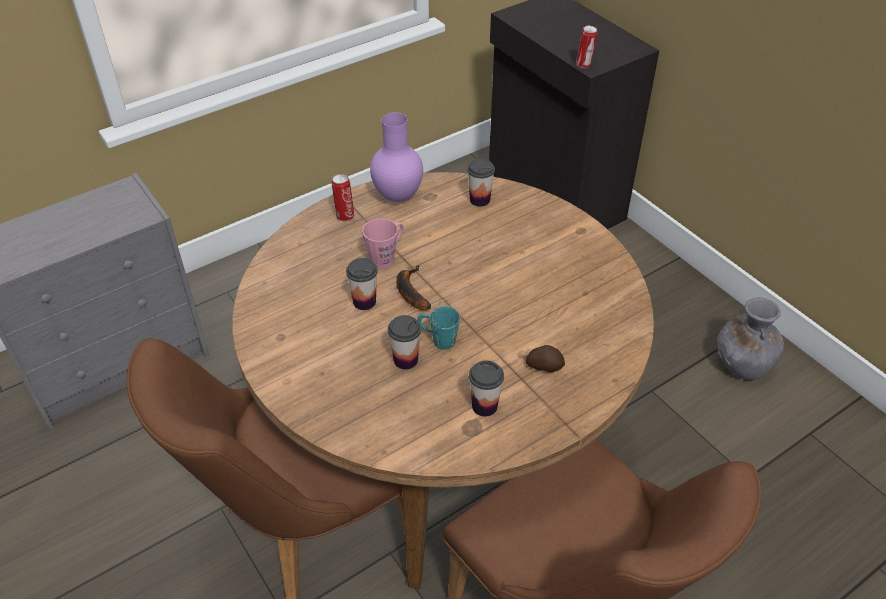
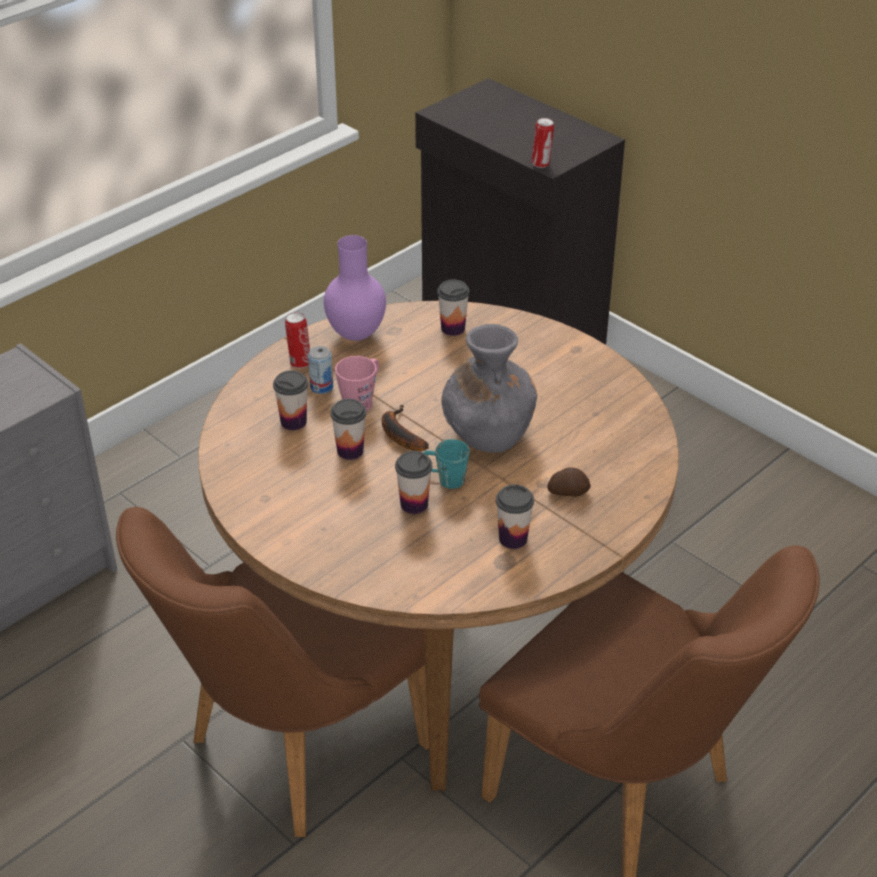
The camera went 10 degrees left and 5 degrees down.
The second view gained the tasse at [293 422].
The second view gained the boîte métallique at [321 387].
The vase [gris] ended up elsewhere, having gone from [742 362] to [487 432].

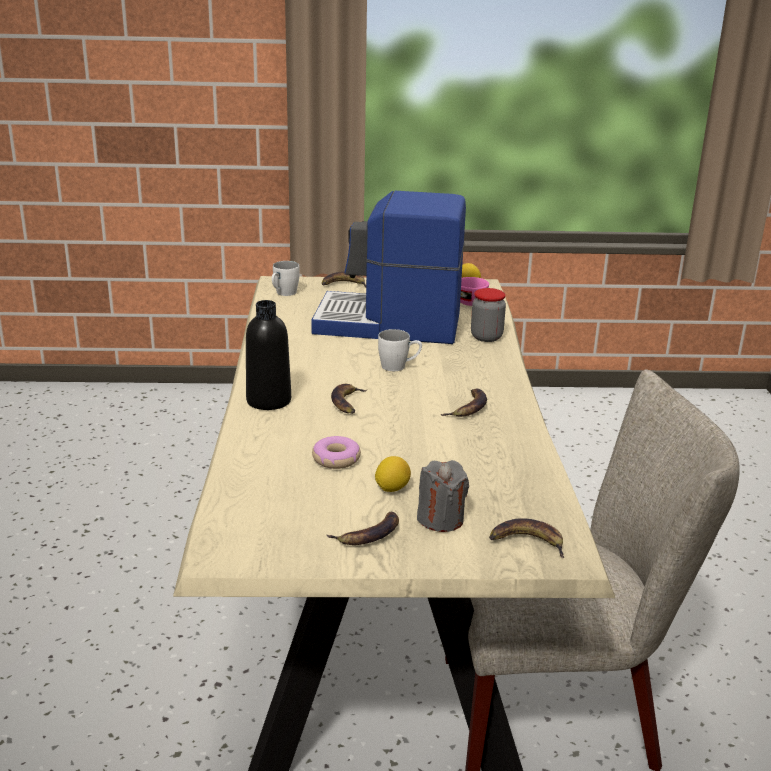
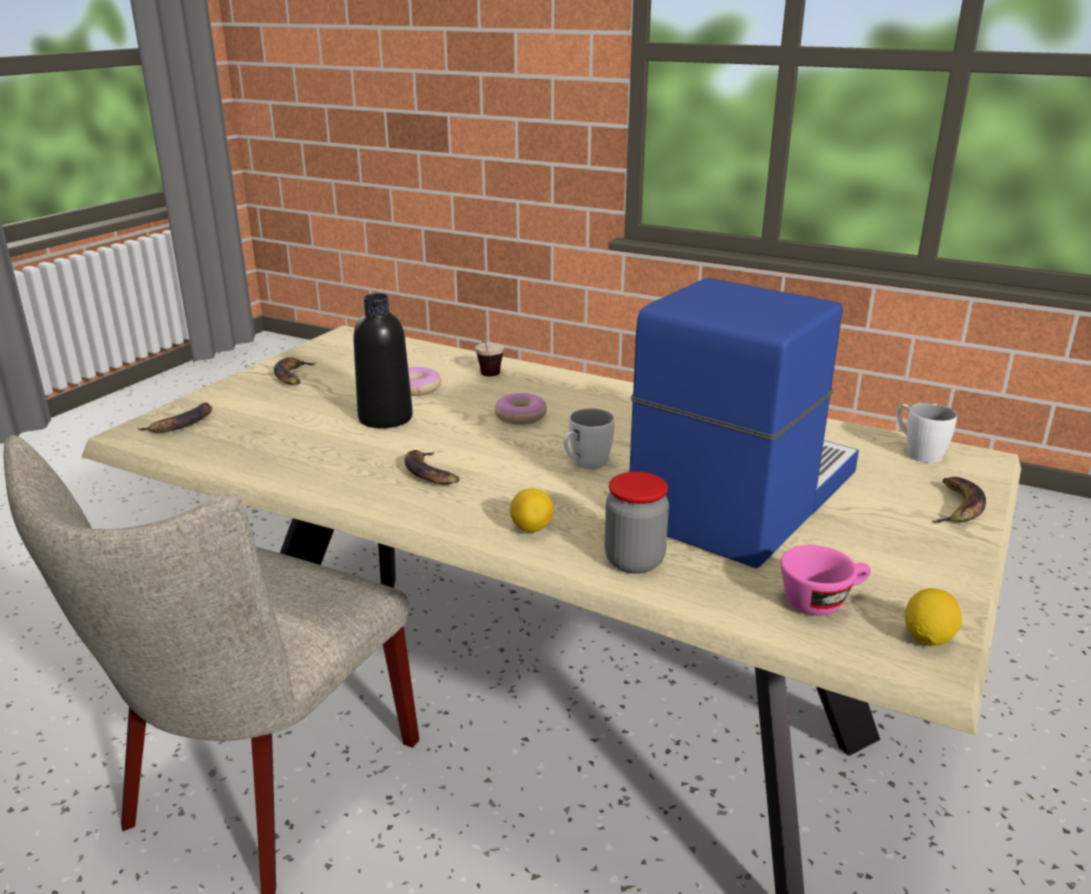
The camera went 120 degrees right and 0 degrees up.
The second view lost the bougie [gris] at [441 519].
The second view gained the tasse at [488 378].
The bouteille [noir] ended up elsewhere, having gone from [268 401] to [385 418].
The citron ended up elsewhere, having gone from [392 488] to [531 529].
Where the banane stood at [348 403], the beignet came to stand at [520 416].

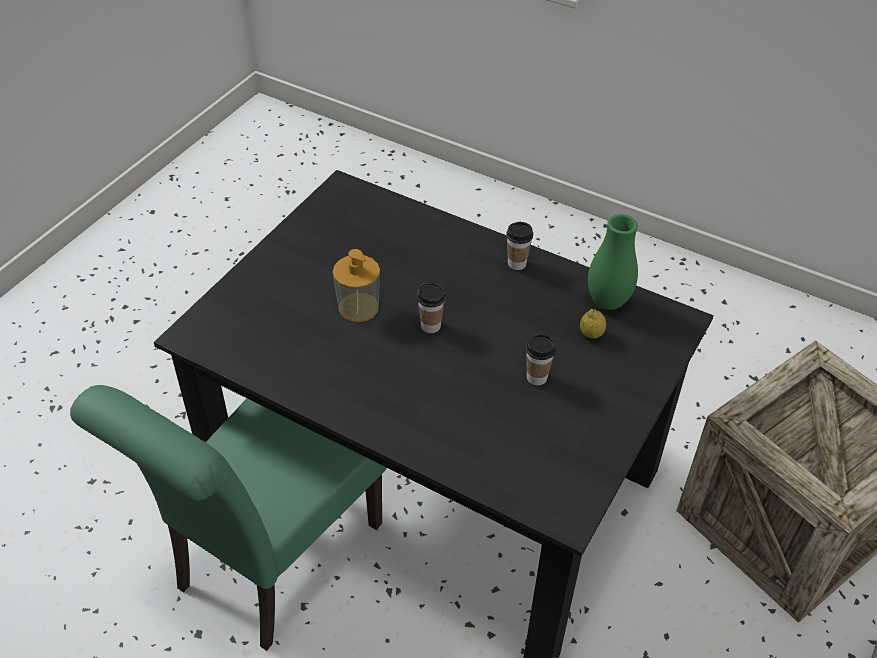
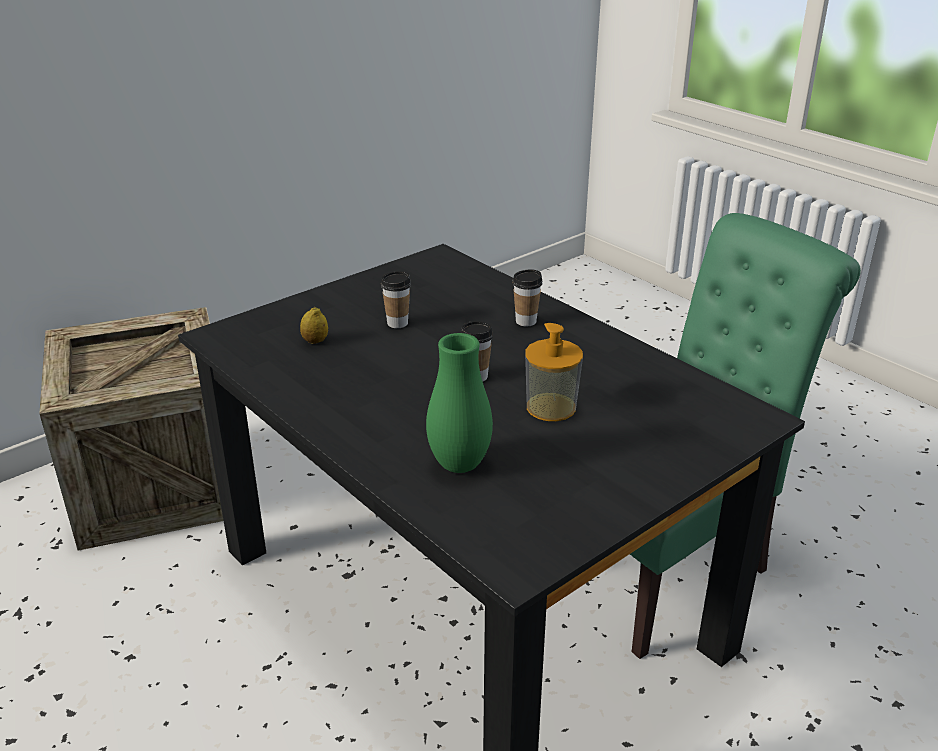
The camera went 160 degrees left and 15 degrees down.
The tasse ended up elsewhere, having gone from [517 263] to [526 321].
The vase [vert] ended up elsewhere, having gone from [607 302] to [459 464].

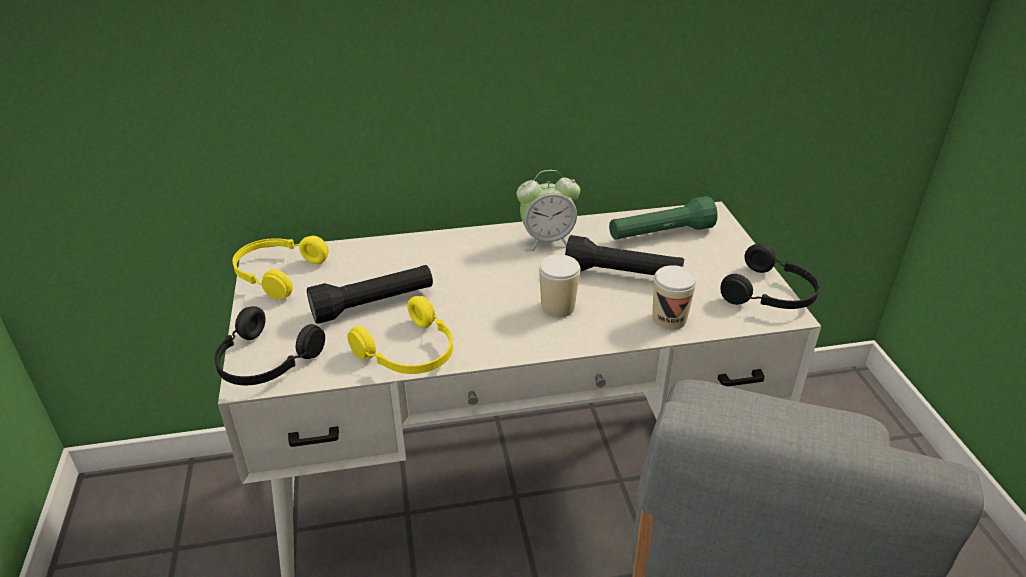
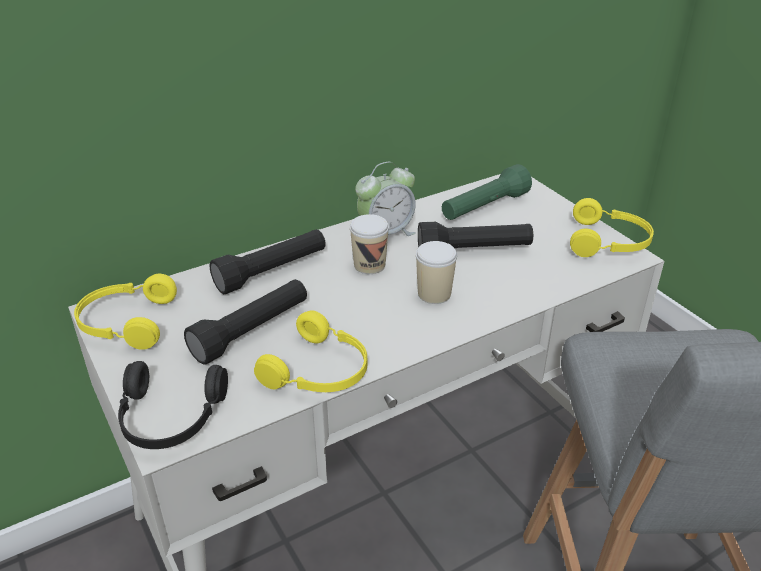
The camera went 20 degrees left and 0 degrees up.
The second view gained the lampe de poche [noir] at [272 272].
The tasse ended up elsewhere, having gone from [669 319] to [369 265].
What was the casque audio [noir] at [771 294] turned into the casque audio [jaune] at [609 242].

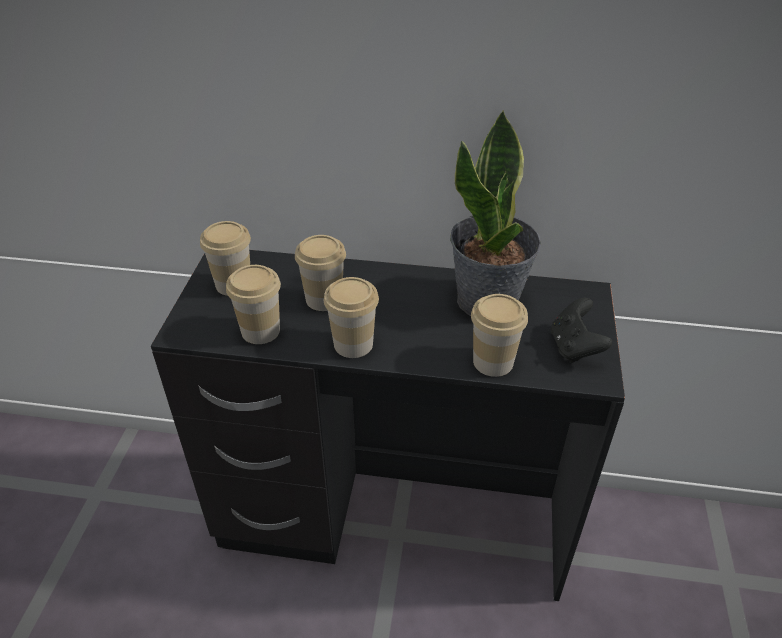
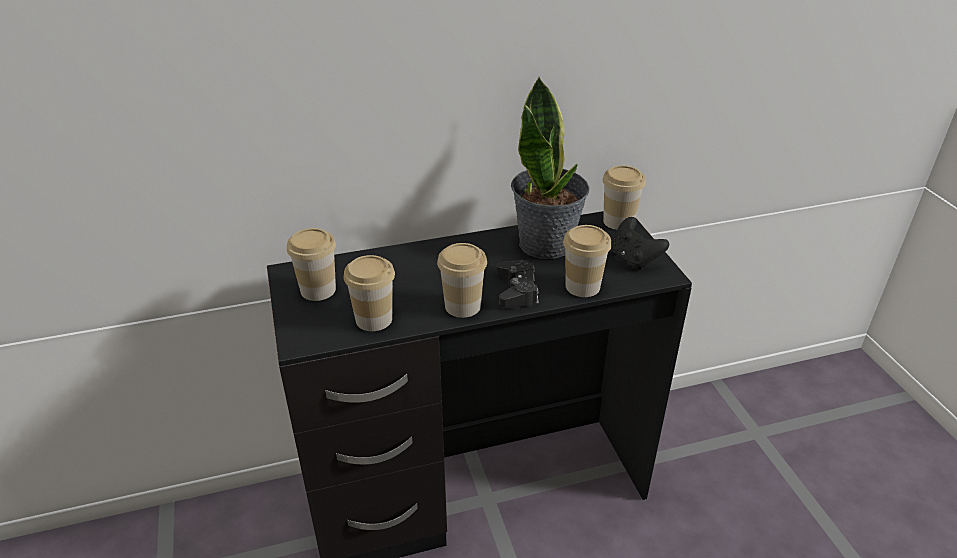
The camera went 25 degrees left and 5 degrees down.
The second view gained the manette [noir] at [516 290].
The tasse ended up elsewhere, having gone from [324 299] to [618 221].

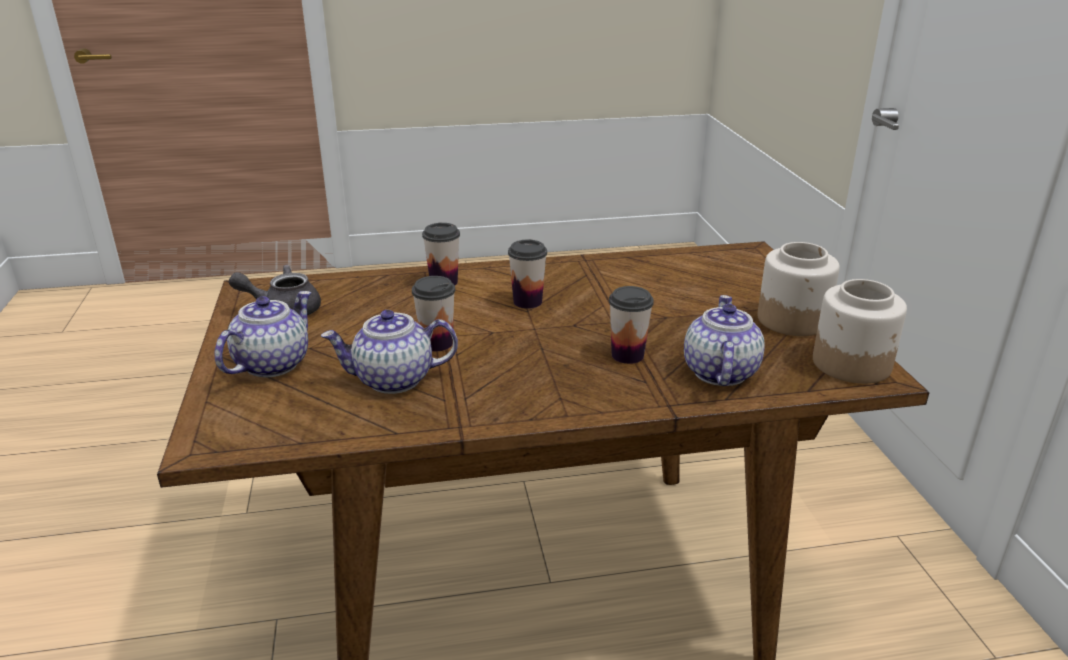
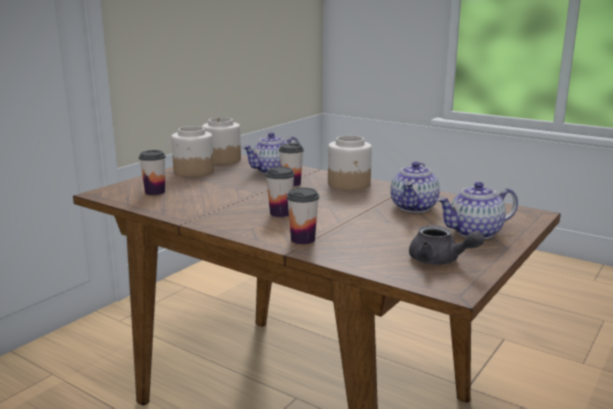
The camera went 135 degrees left and 10 degrees down.
The second view gained the bocal at [349 184].
The tasse ended up elsewhere, having gone from [437 343] to [155 192].
The théière at [393 380] ended up facing another way, 75 degrees clockwise from before.

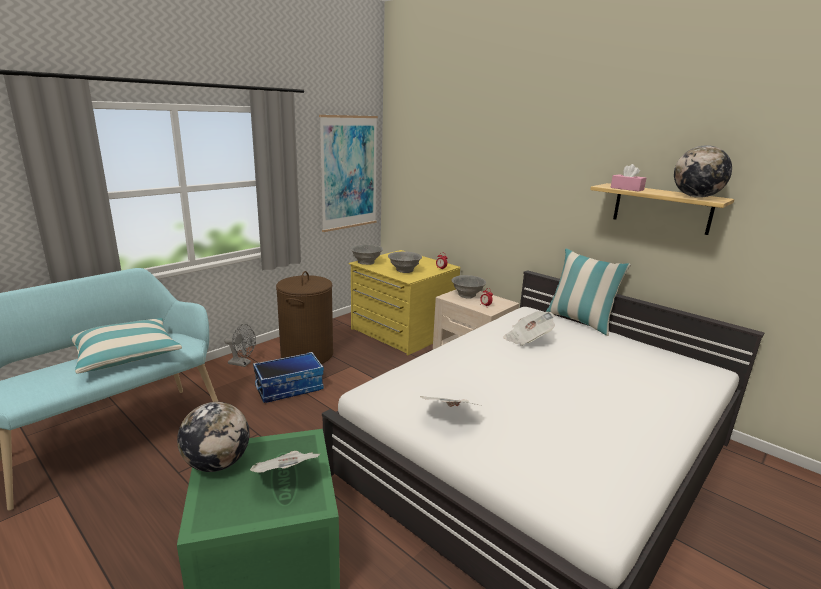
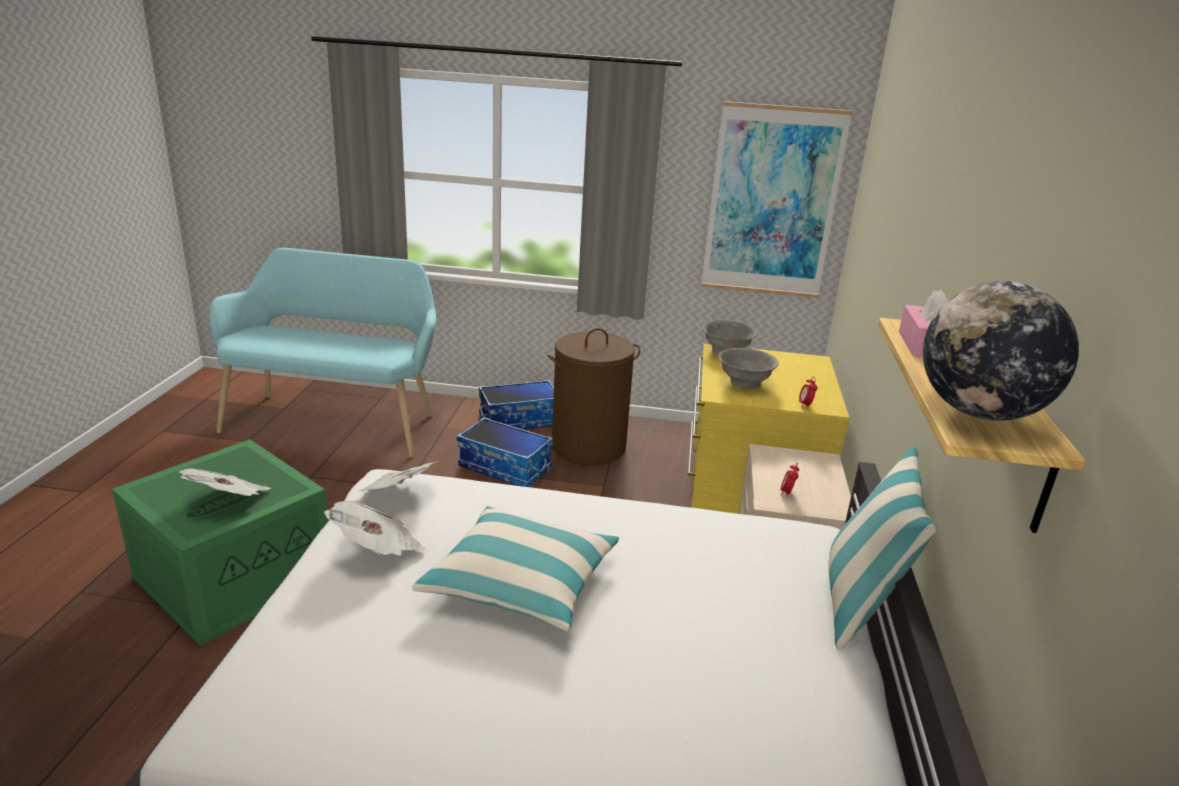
The camera went 55 degrees right and 5 degrees up.
The second view lost the globe at [217 463].
The second view lost the bol [gris] at [467 295].
The coussin ended up elsewhere, having gone from [126 355] to [521 583].
The journal ended up elsewhere, having gone from [527 339] to [398 494].
Where the ventilateur [gris] stood at [243 363], the boîte de rangement came to stand at [519 420].

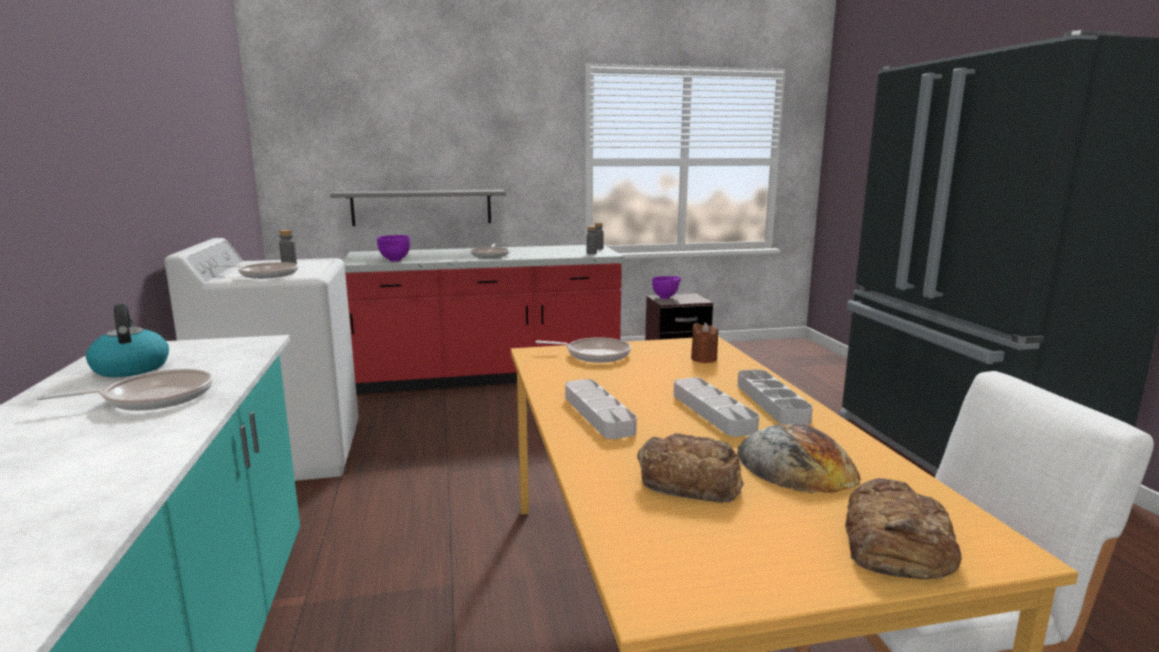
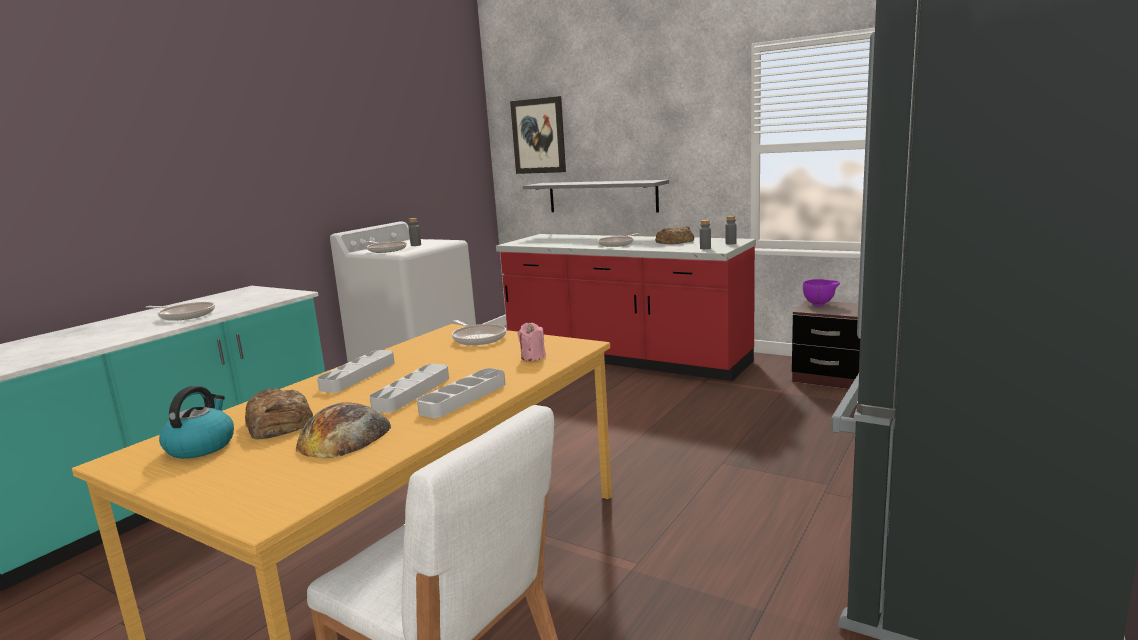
The camera went 45 degrees right and 0 degrees up.
The second view lost the bol [violet] at [394 261].
The second view gained the tableau at [538 136].
The bouilloire ended up elsewhere, having gone from [131 368] to [201 446].
The pain ended up elsewhere, having gone from [895 543] to [675 241].
What was the bougie [marron] at [704 359] turned into the bougie [rose] at [533 357].

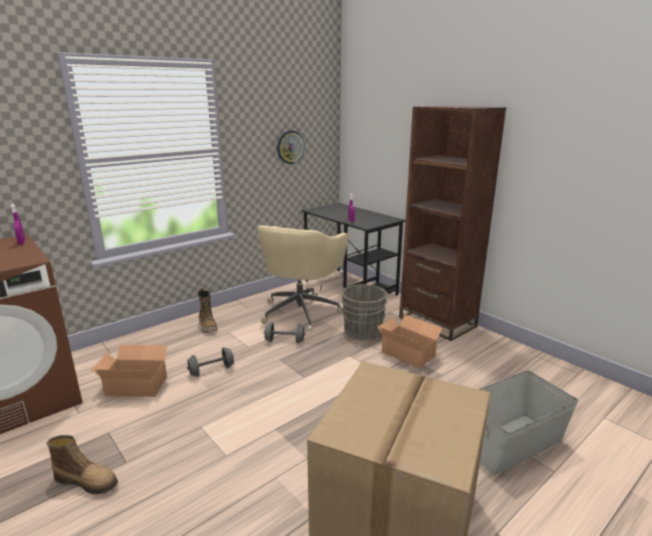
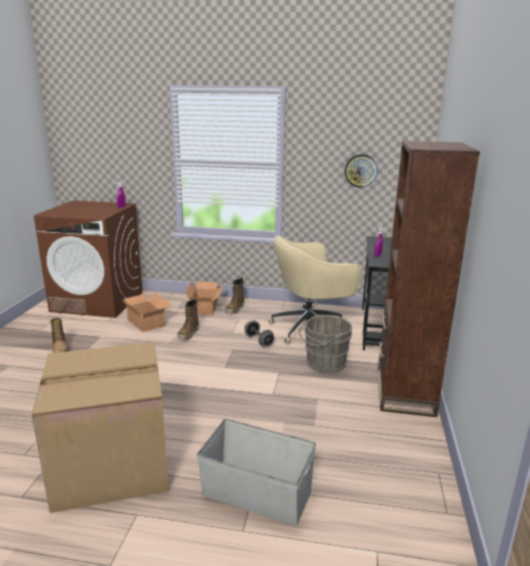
The camera went 50 degrees right and 0 degrees up.
The carton ended up elsewhere, having gone from [408 352] to [206 307].
Where the haltère [gris] stood at [211 370], the botte came to stand at [189 334].

